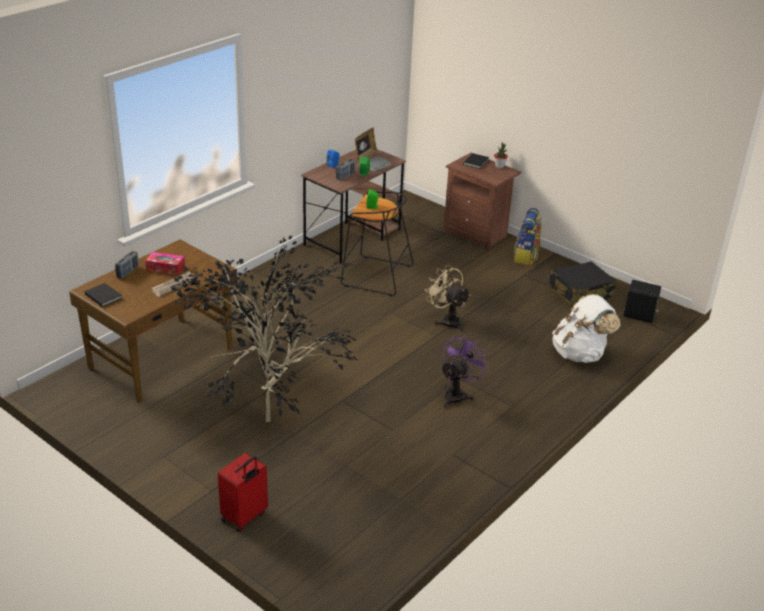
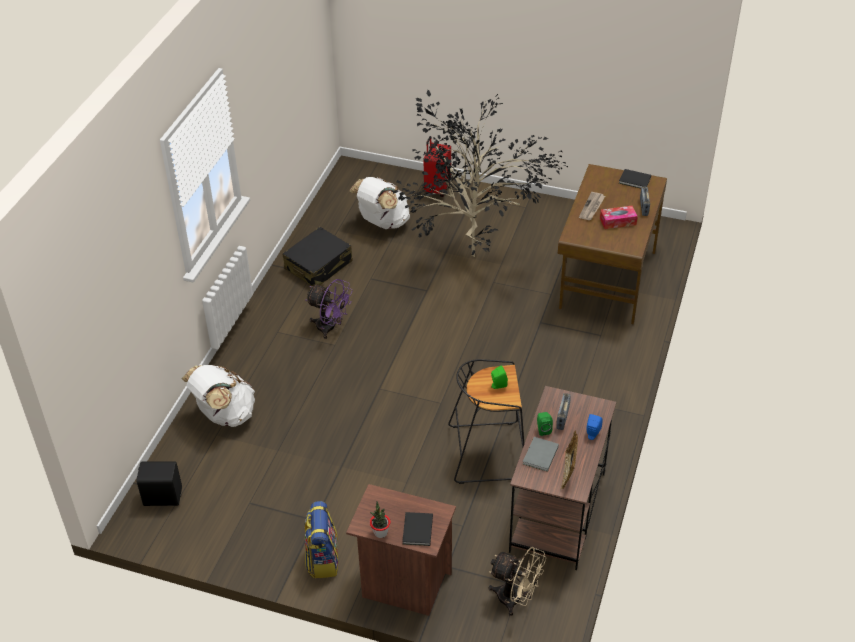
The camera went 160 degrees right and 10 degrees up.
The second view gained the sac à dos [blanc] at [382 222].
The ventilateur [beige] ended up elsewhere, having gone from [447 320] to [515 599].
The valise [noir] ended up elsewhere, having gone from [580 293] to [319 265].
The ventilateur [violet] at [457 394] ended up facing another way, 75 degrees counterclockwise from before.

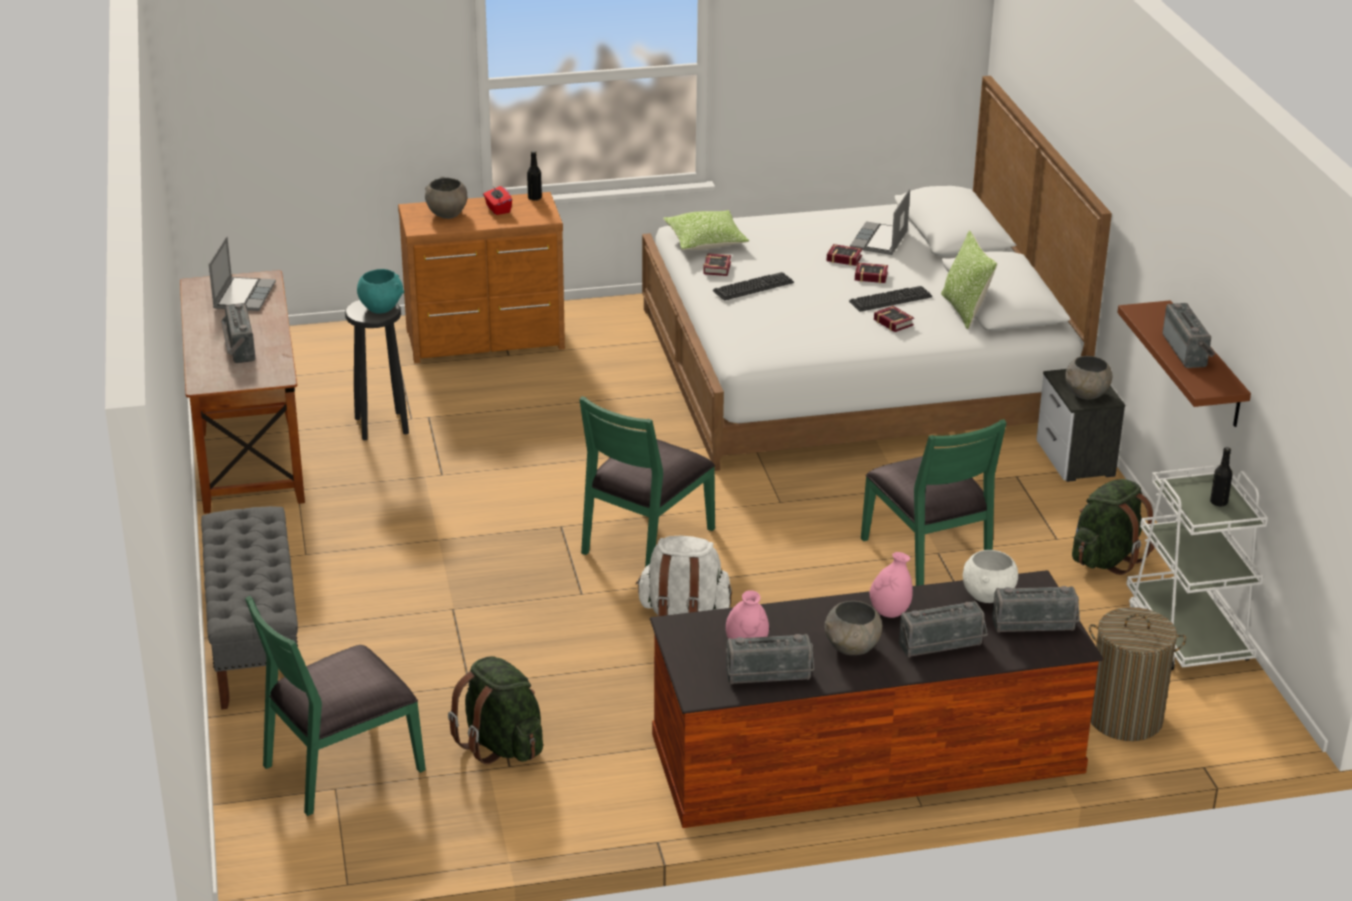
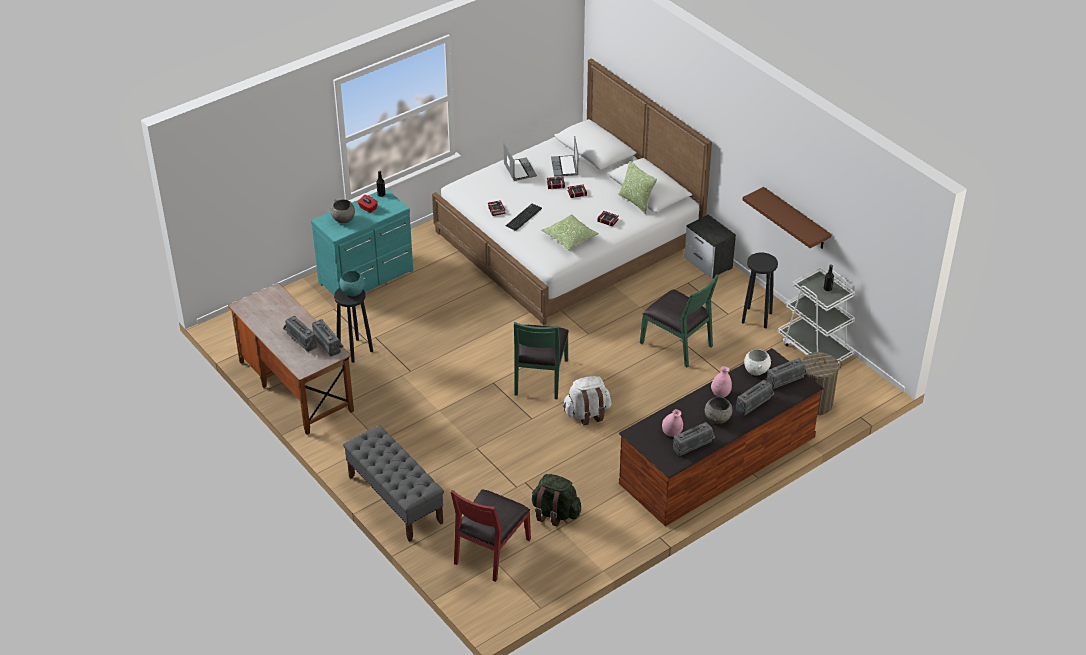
The camera went 25 degrees left and 10 degrees up.
The second view lost the clavier at [890 299].
The second view lost the bol [gris] at [1086 395].
The ordinateur portable ended up elsewhere, having gone from [243 295] to [519 170].
The coussin ended up elsewhere, having gone from [705 241] to [569 238].
The radio ended up elsewhere, having gone from [1188 351] to [329 344].
Where the sac à dos [vert] stood at [1107 558], the tabouret [noir] came to stand at [756 318].
What was the chaise [vert] at [341 766] turned into the chaise [rouge] at [490 551].
What was the commode [marron] at [486 340] turned into the commode [turquoise] at [368 278].

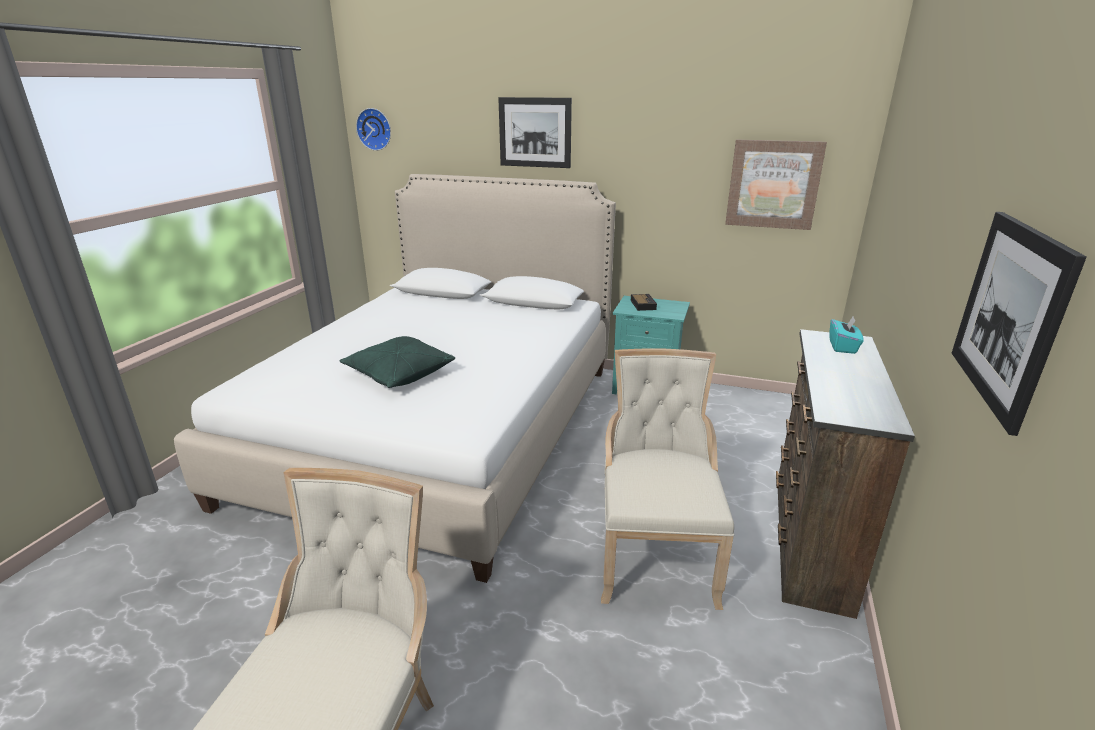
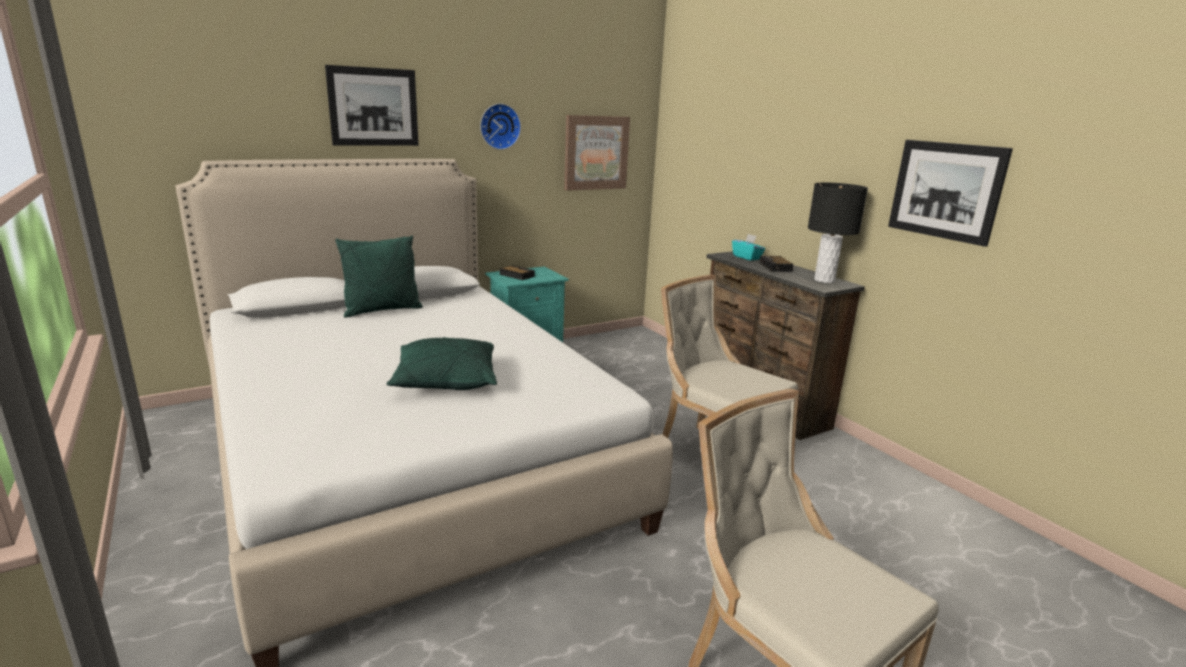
The camera went 50 degrees left and 5 degrees down.
The second view gained the coussin [vert] at [382 310].
The second view gained the réveil at [775 267].
The second view gained the lampe de table [noir] at [824 280].
The horloge murale ended up elsewhere, having gone from [375 129] to [499 126].

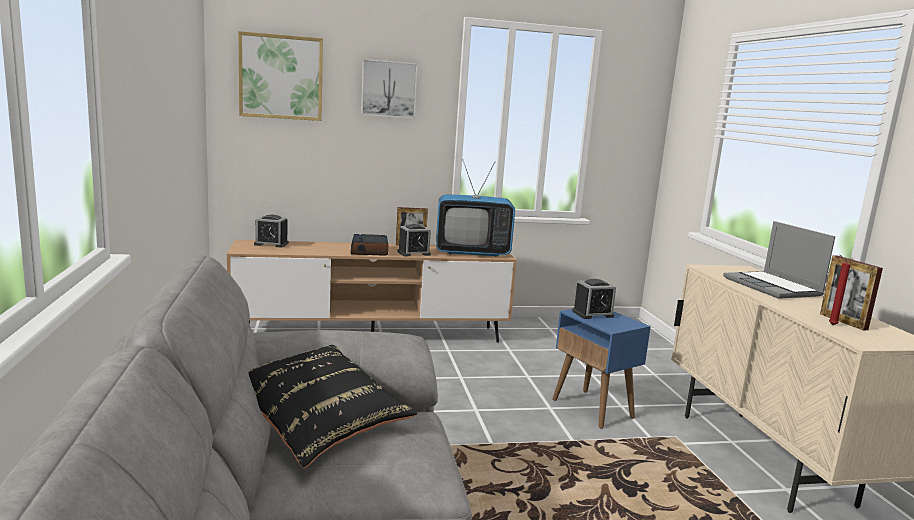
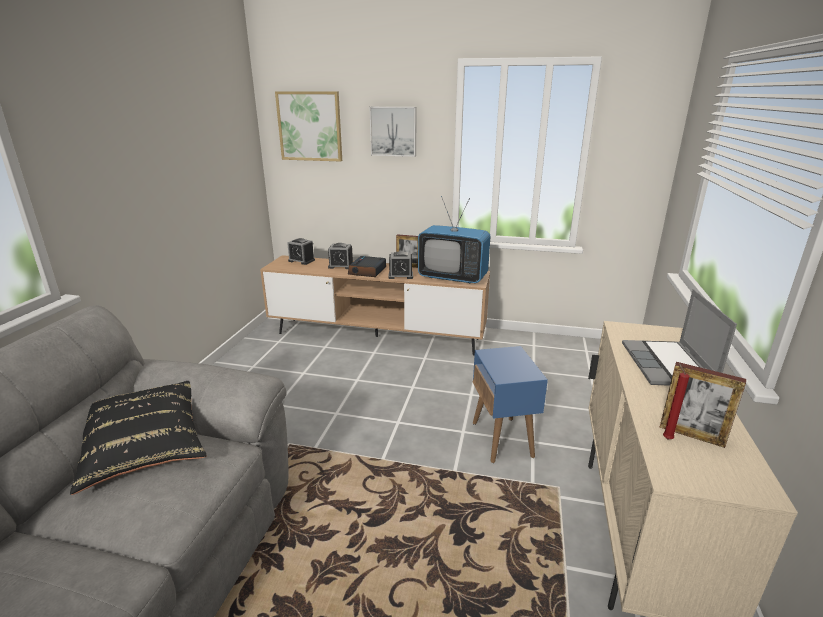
The camera went 25 degrees right and 10 degrees up.
The réveil ended up elsewhere, having gone from [593 314] to [341 266].
The cadre photo at [843 321] ended up facing another way, 60 degrees counterclockwise from before.

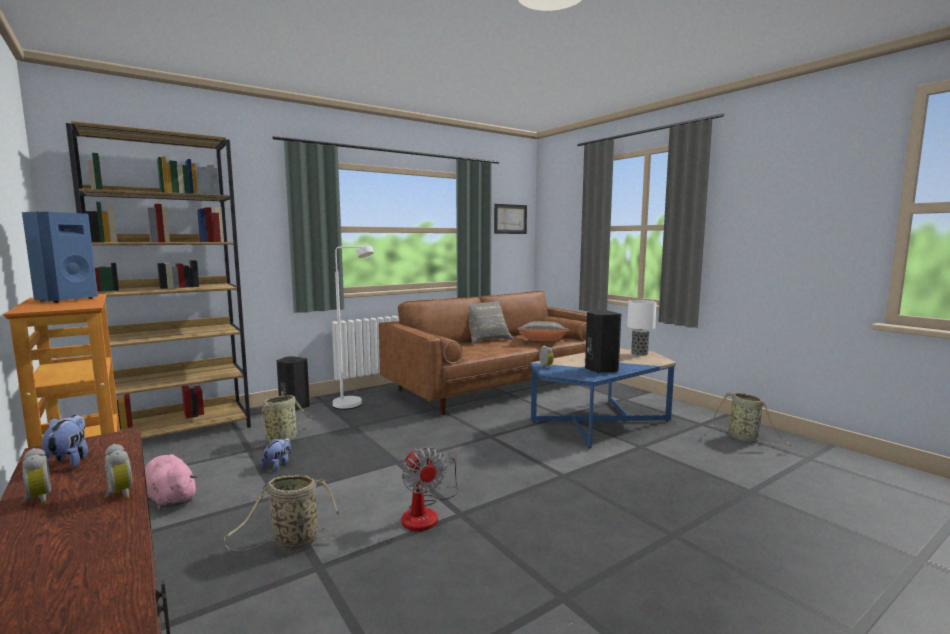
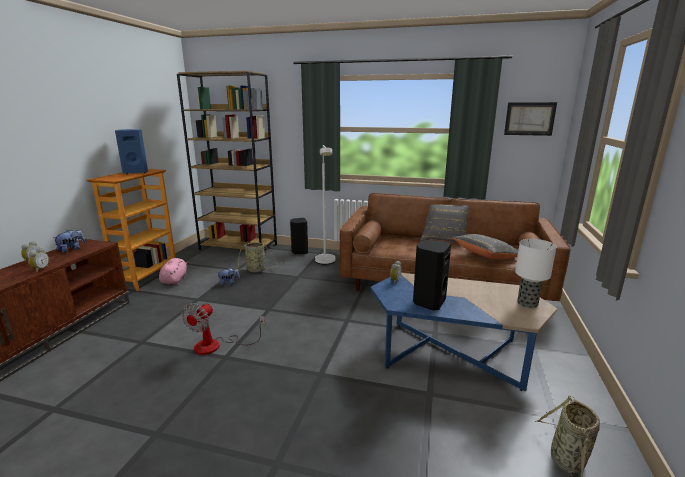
The camera went 50 degrees right and 10 degrees up.
The second view lost the panier at [292 543].

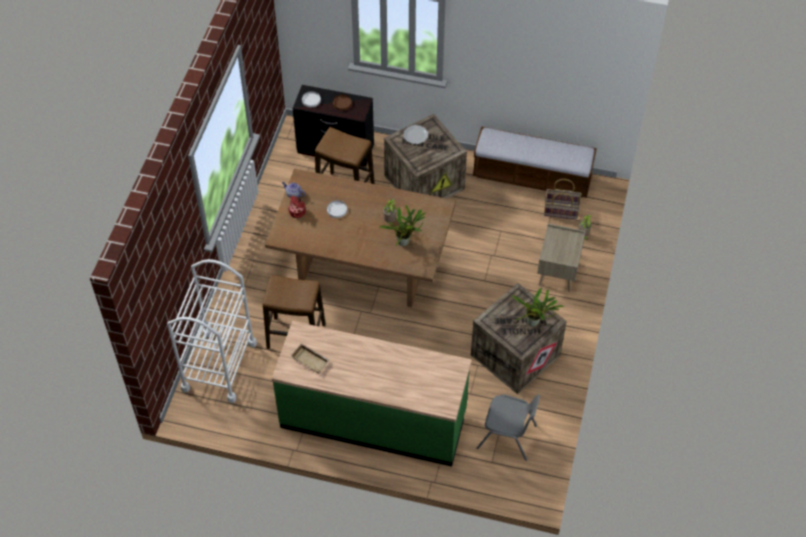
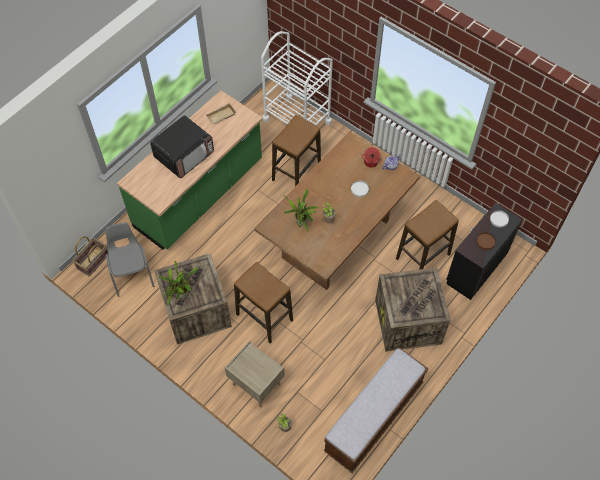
The camera went 115 degrees right and 5 degrees up.
The second view lost the assiette at [415 135].
The second view gained the micro-ondes at [184 155].
The second view gained the tabouret at [264 317].
The panier ended up elsewhere, having gone from [561 210] to [93 262].
The chaise [gris] at [508 437] ended up facing another way, 120 degrees clockwise from before.

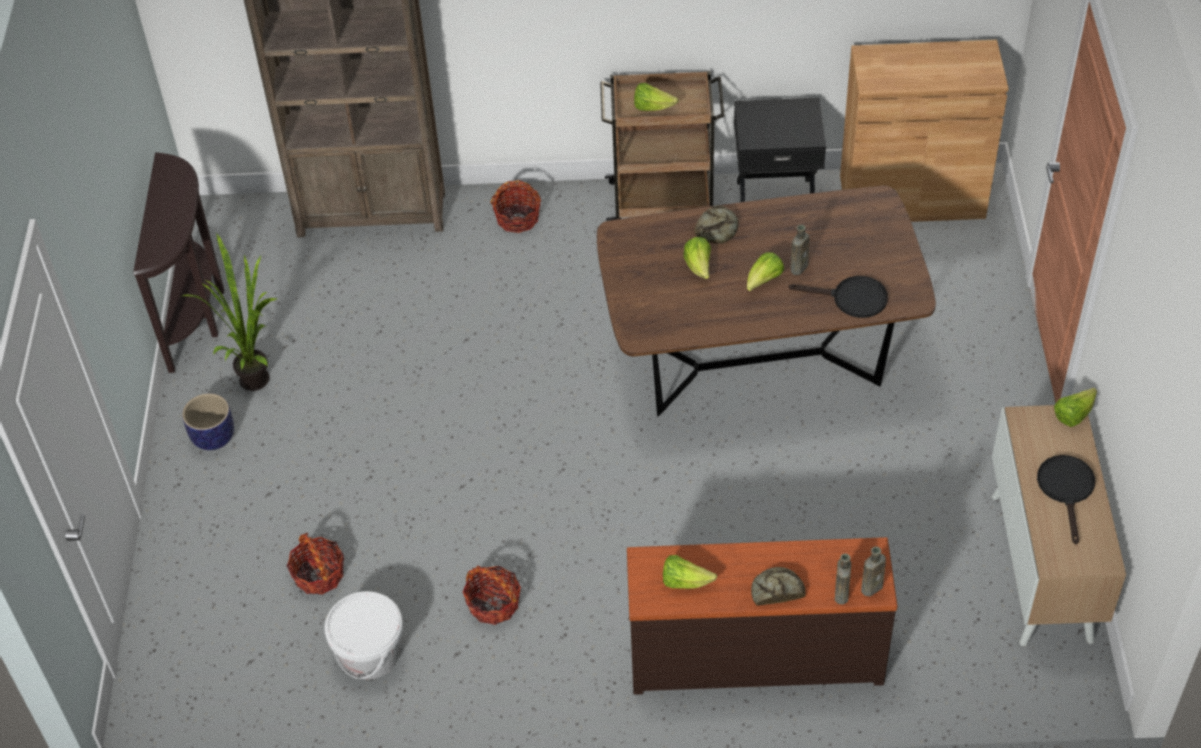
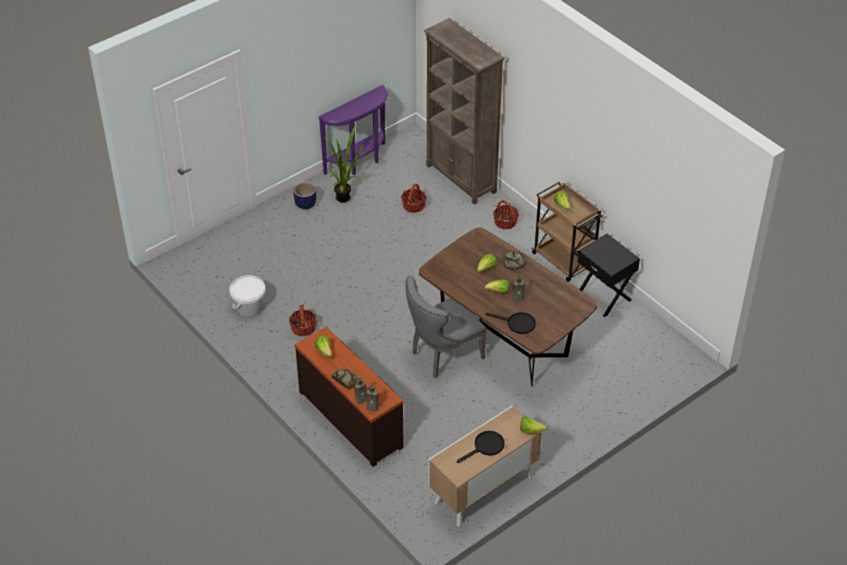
The camera went 50 degrees right and 5 degrees down.
The second view lost the meuble de rangement [marron] at [912 197].
The second view gained the chaise [gris] at [443 355].
The panier ended up elsewhere, having gone from [319 575] to [413 205].
What was the table console [marron] at [198 312] turned into the table console [violet] at [360 162].
The poêle [noir] at [851 299] ended up facing another way, 45 degrees counterclockwise from before.

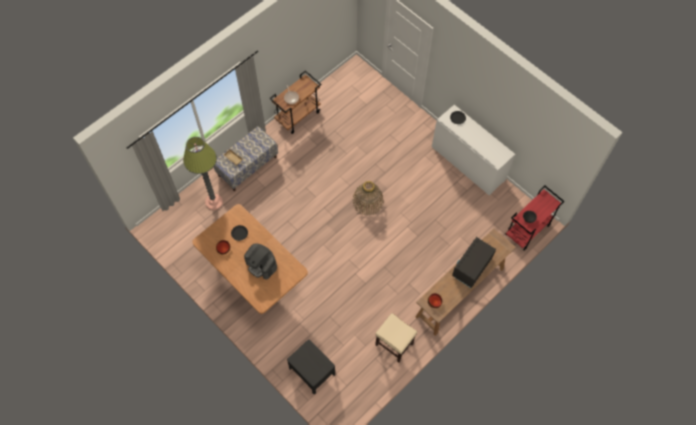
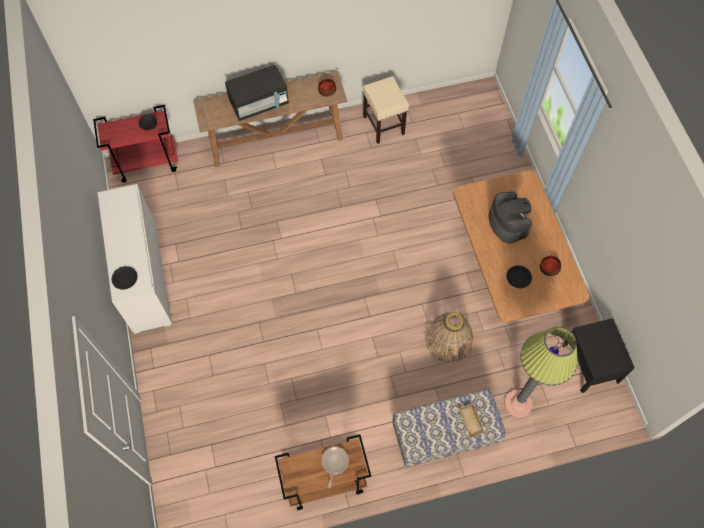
The camera went 150 degrees left and 0 degrees up.
The table de chevet [noir] ended up elsewhere, having gone from [312 371] to [590 363].
The panier ended up elsewhere, having gone from [368 201] to [448 339].

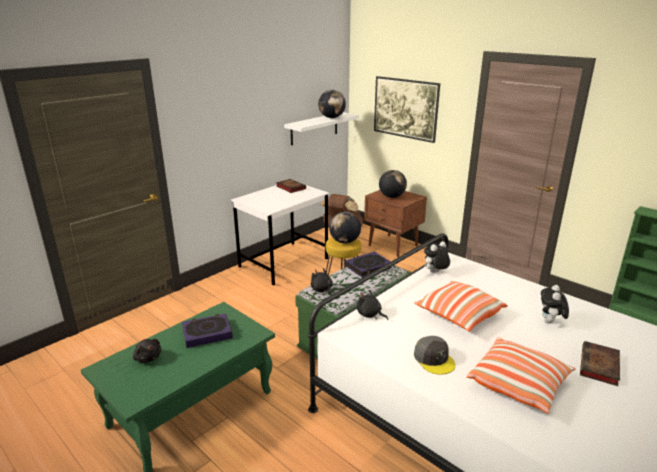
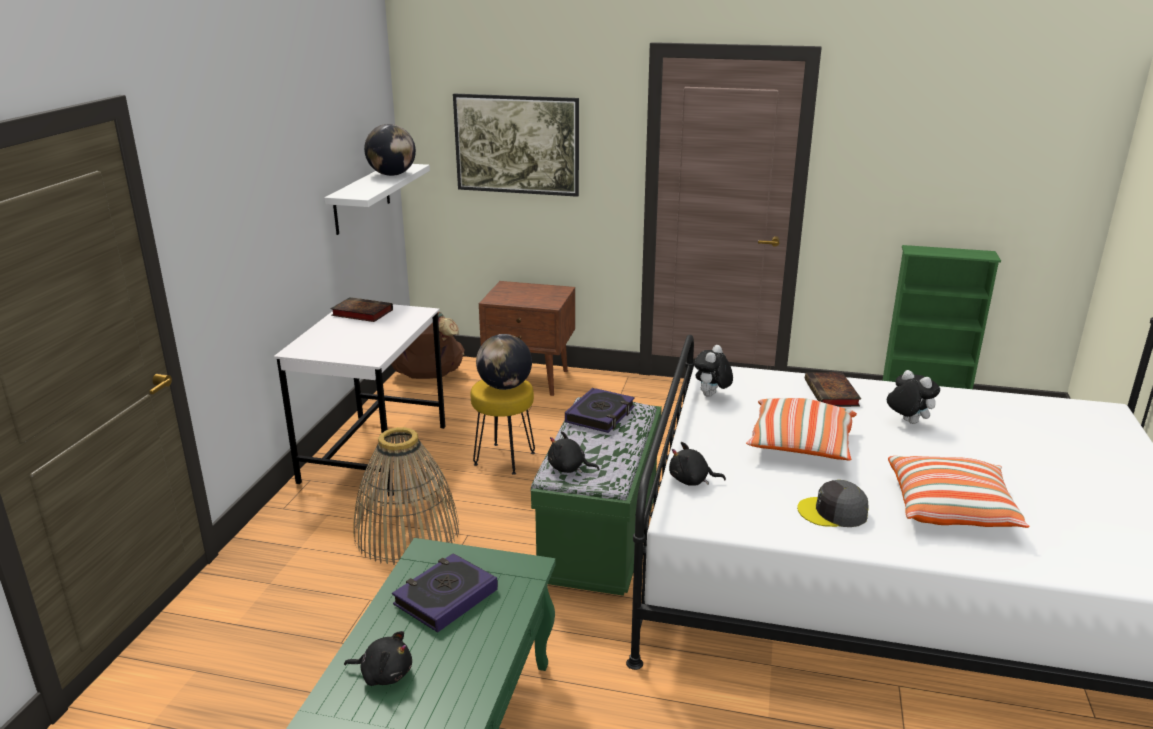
The camera went 30 degrees left and 0 degrees up.
The second view lost the globe at [392 197].
The second view gained the panier at [406 533].
The livre ended up elsewhere, having gone from [599 366] to [832 394].
The casquette [gris] at [434 359] ended up facing another way, 150 degrees clockwise from before.
The peluche at [550 322] ended up facing another way, 150 degrees clockwise from before.

